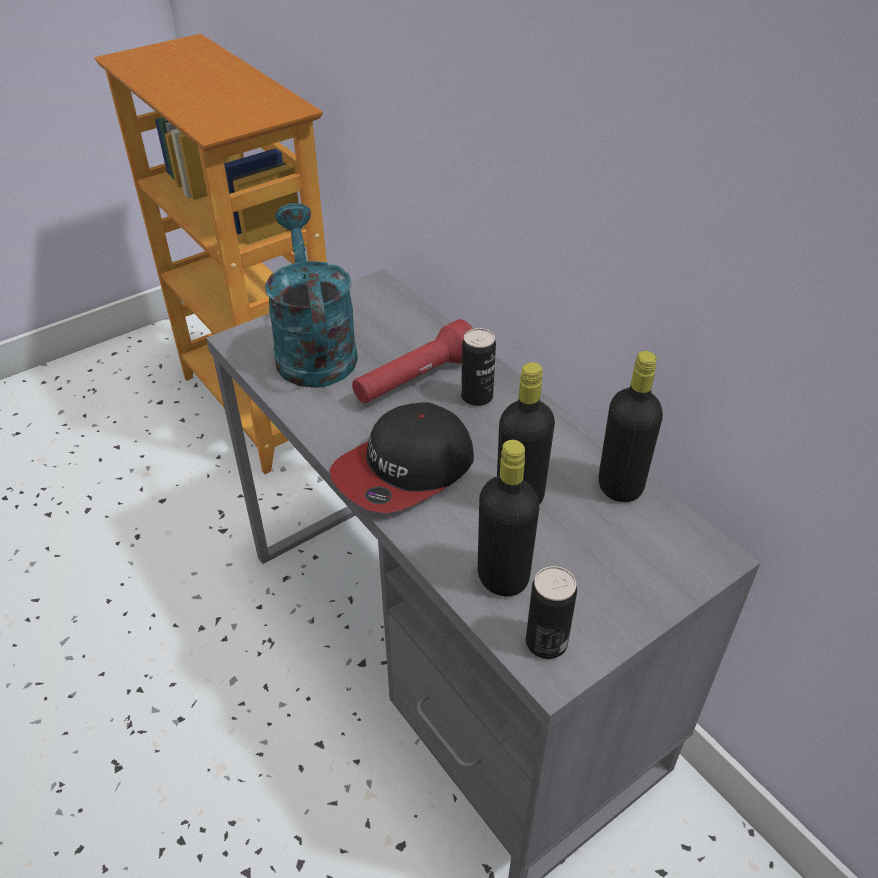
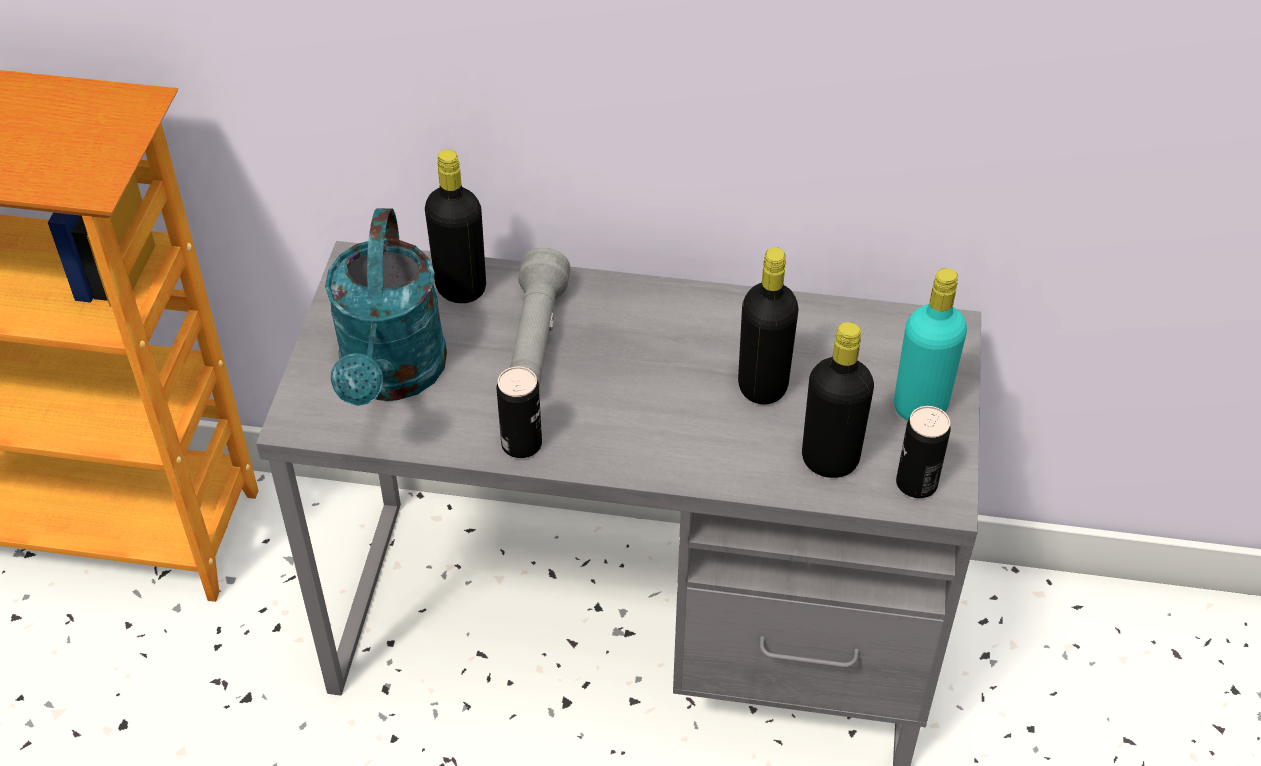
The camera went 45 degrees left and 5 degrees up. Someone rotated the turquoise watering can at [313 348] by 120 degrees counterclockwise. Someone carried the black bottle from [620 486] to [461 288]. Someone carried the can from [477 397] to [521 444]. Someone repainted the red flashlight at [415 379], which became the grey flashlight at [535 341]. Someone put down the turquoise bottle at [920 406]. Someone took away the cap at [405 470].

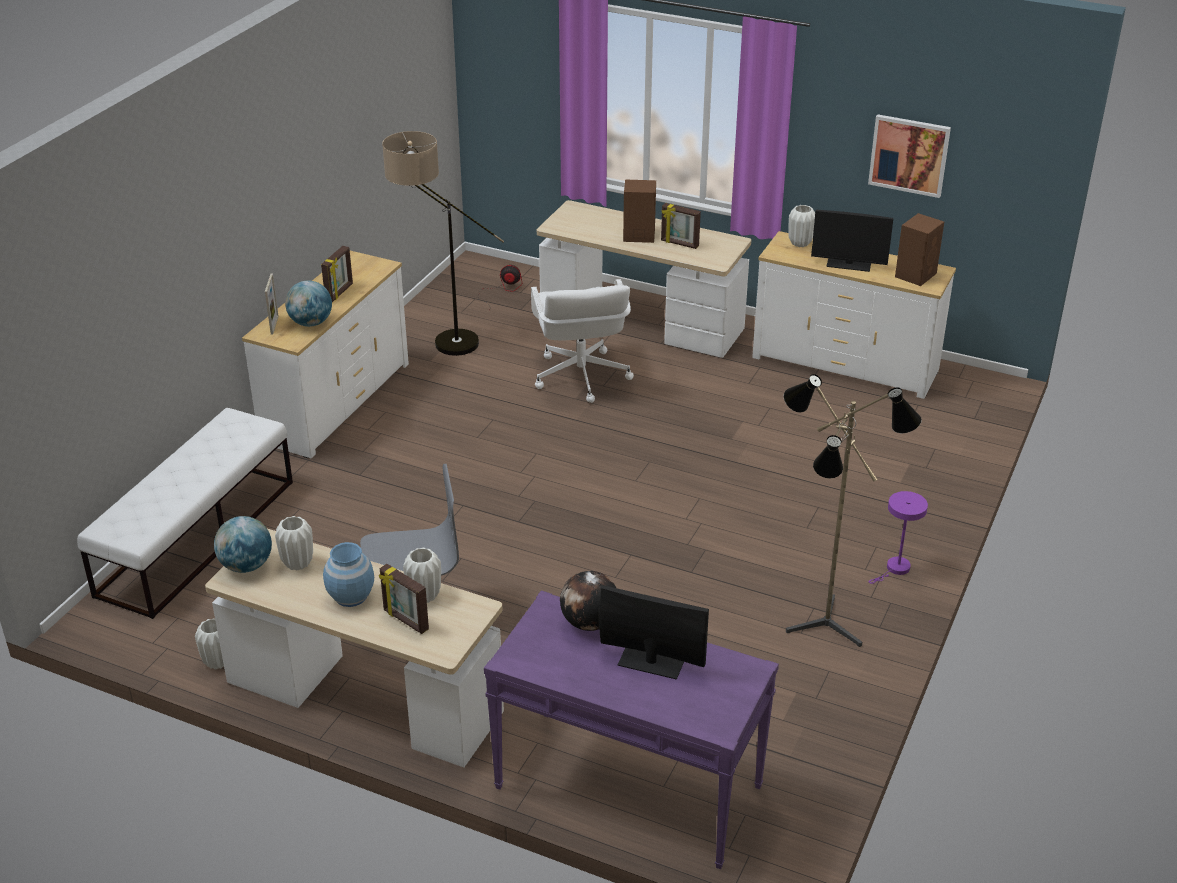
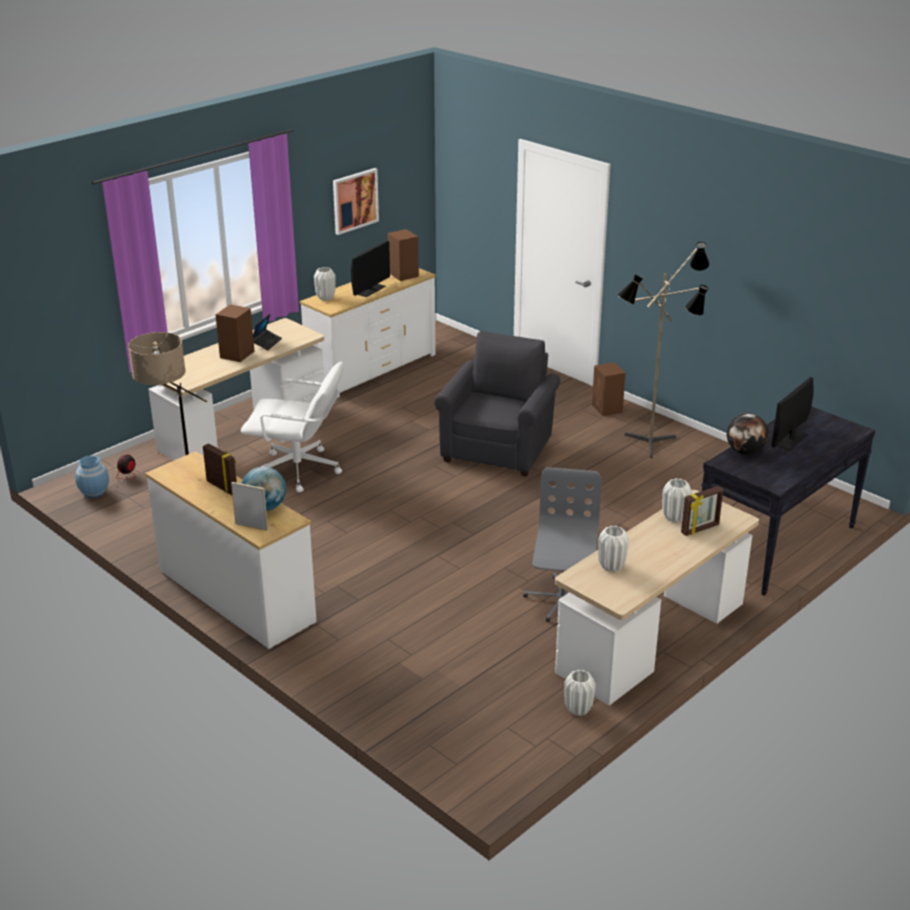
The camera went 70 degrees left and 5 degrees down. Someone carried the blue vase from [351 596] to [94 492]. Someone swapped the picture frame at [679 244] for the laptop at [266 343]. Someone put down the grey armchair at [499 448]. Someone swapped the purple table lamp at [895 569] for the brown speaker at [607 409]. Someone repainted the purple console table at [627 787], which became the black console table at [776 544]. Someone took away the white bench at [197 537]. Someone took away the globe at [246 566].

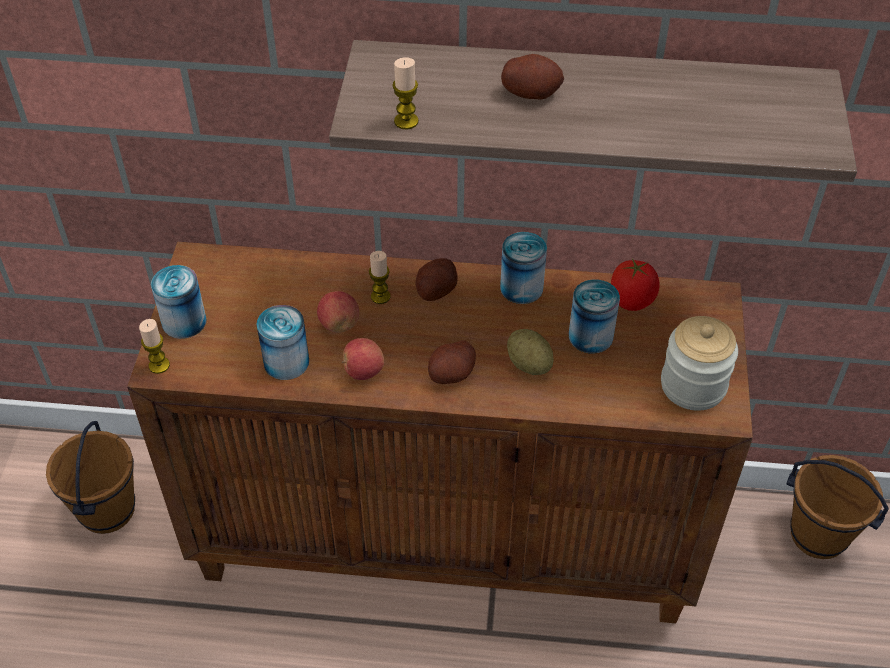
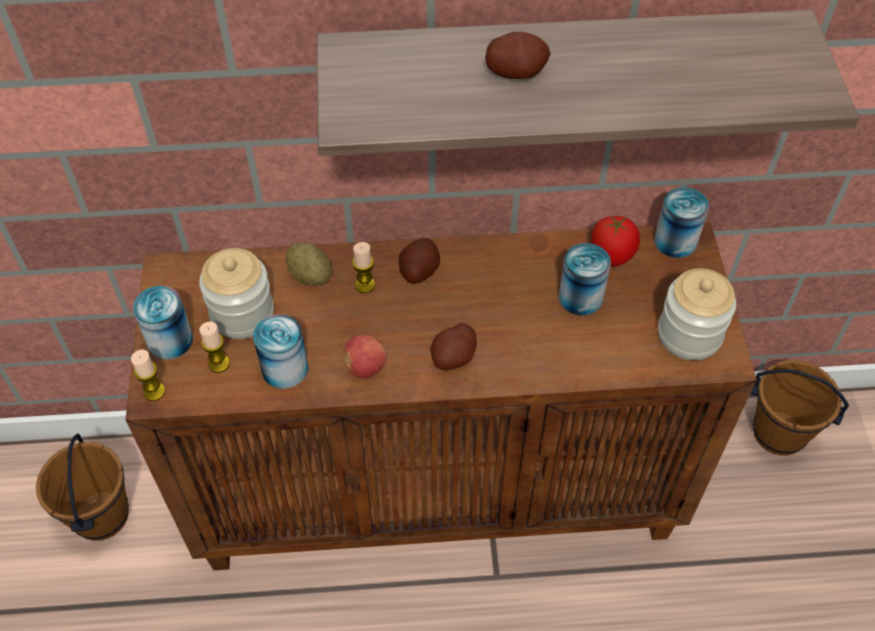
The camera went 10 degrees left and 5 degrees up. Someone put down the jar at [242 314]. Someone carried the candle from [406 121] to [219 363]. Someone carried the potato from [529 364] to [310 275]. Someone carried the can from [521 287] to [675 241]. Someone took away the apple at [339 324].

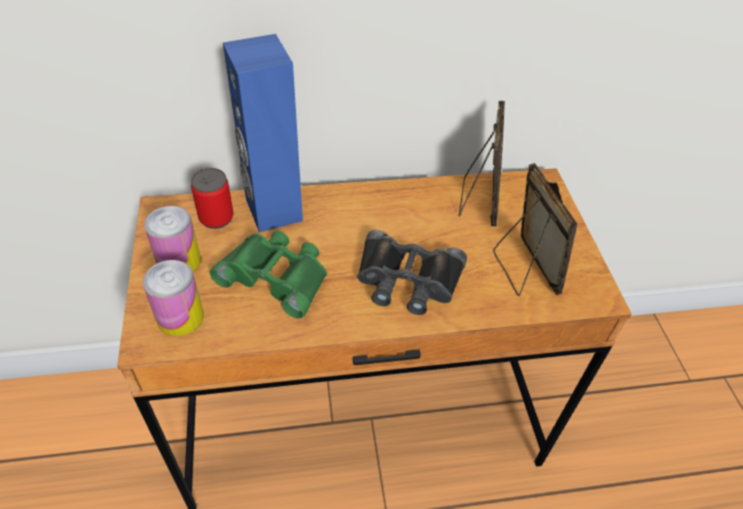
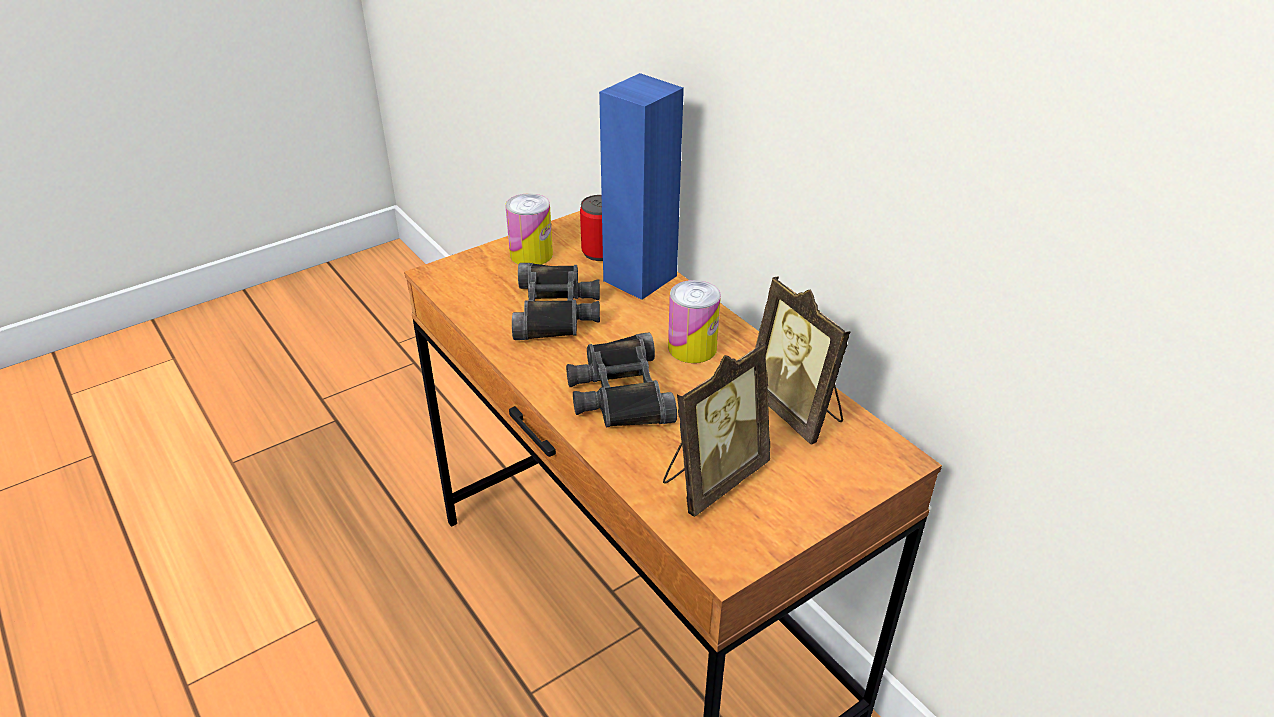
The camera went 65 degrees right and 10 degrees down. Someone repainted the green binoculars at [276 276], which became the black binoculars at [556 310]. Someone carried the can from [180 317] to [692 348]. Someone rotated the picture frame at [479 201] by 75 degrees clockwise.

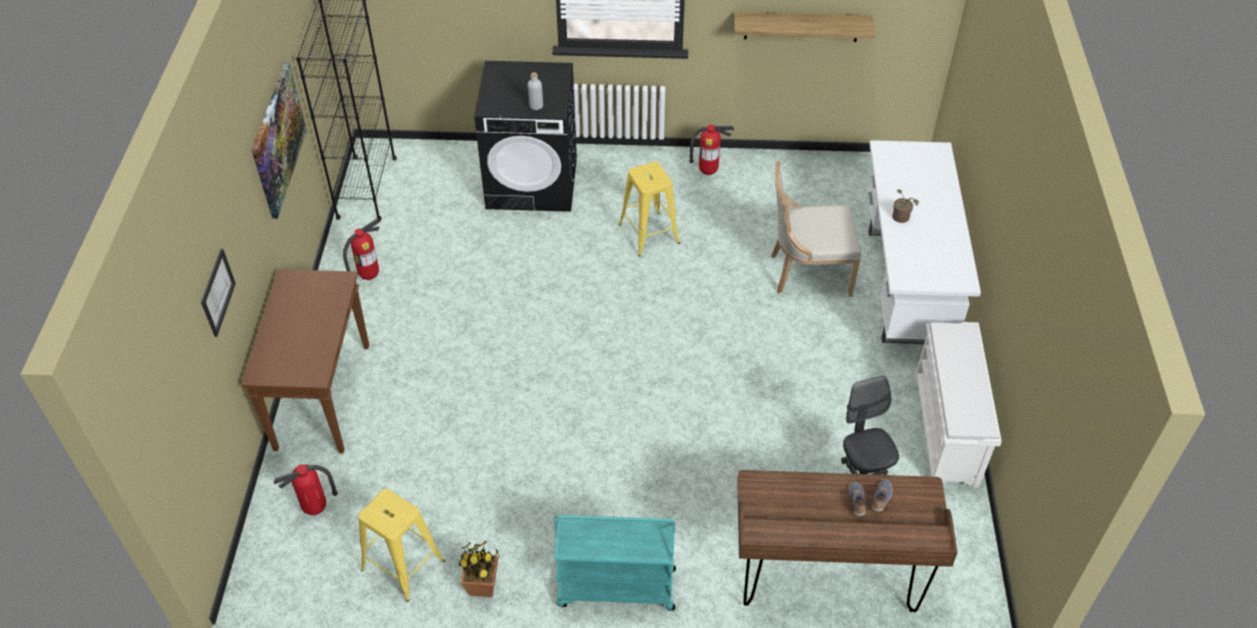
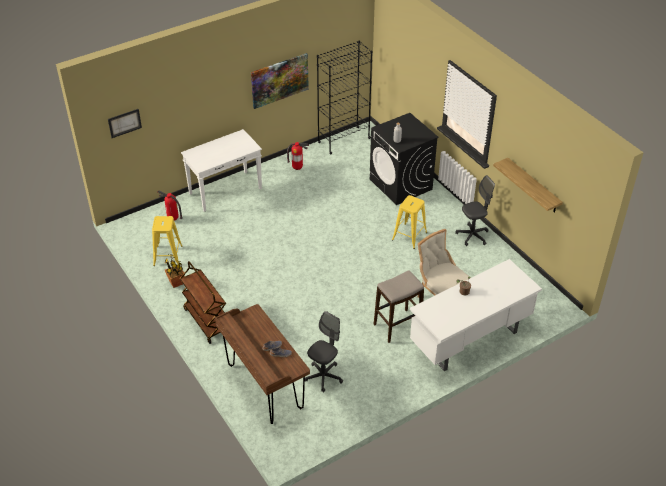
The camera went 55 degrees right and 5 degrees down. Someone carried the picture from [217 292] to [124 123]. Someone repainted the turquoise cart at [615 588], which became the brown cart at [206 321]. Someone repainted the brown console table at [322 395], which became the white console table at [226 191]. Someone put down the stool at [398 326]. Someone swapped the fire extinguisher at [708 171] for the grey office chair at [472 236]. Someone took away the white shoe rack at [946 431].

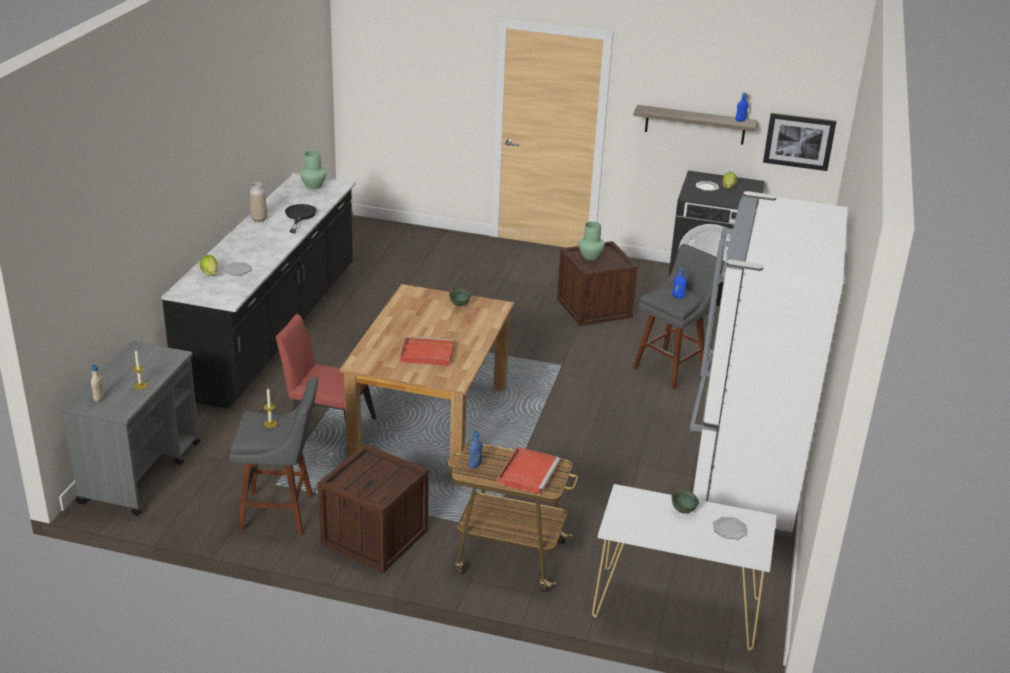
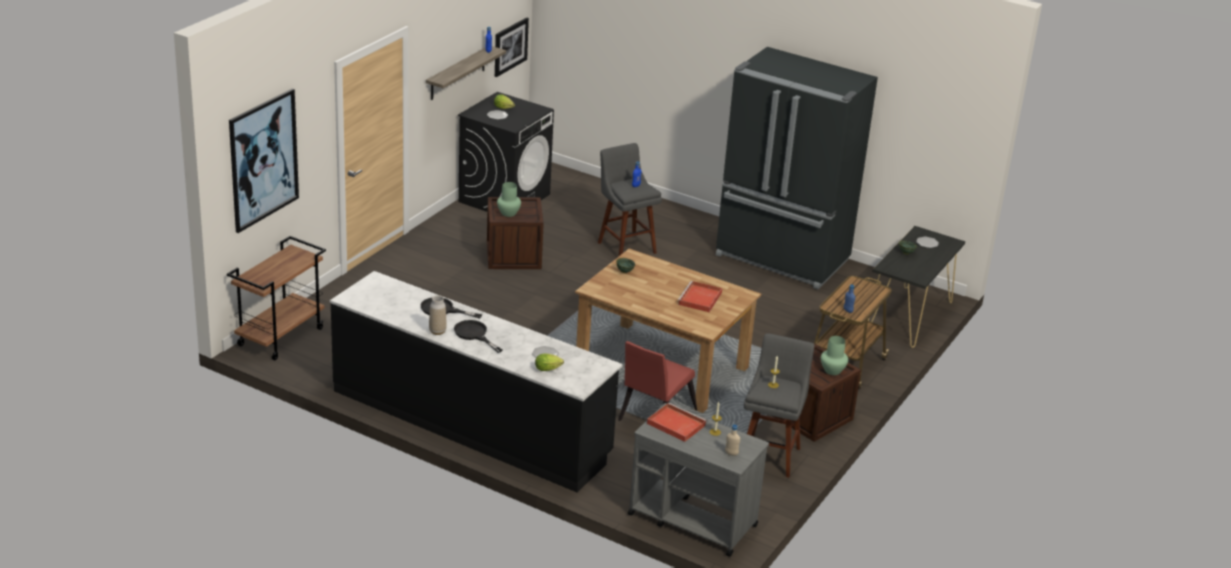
The camera went 75 degrees left and 0 degrees up. Someone put down the brown cart at [280 336]. Someone put up the picture at [263 160]. Someone put down the black frying pan at [474 334]. Someone carried the red tray from [528 472] to [675 424]. Someone repainted the white fridge at [742 480], which became the black fridge at [781 259]. Someone carried the green vase from [314 186] to [832 370]. Someone repainted the white console table at [675 608], which became the black console table at [909 317].

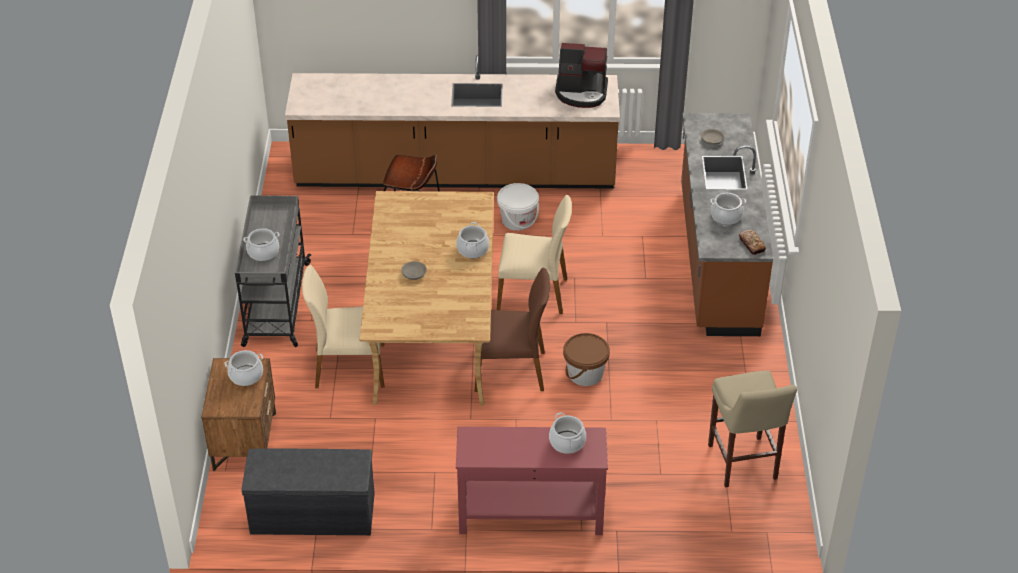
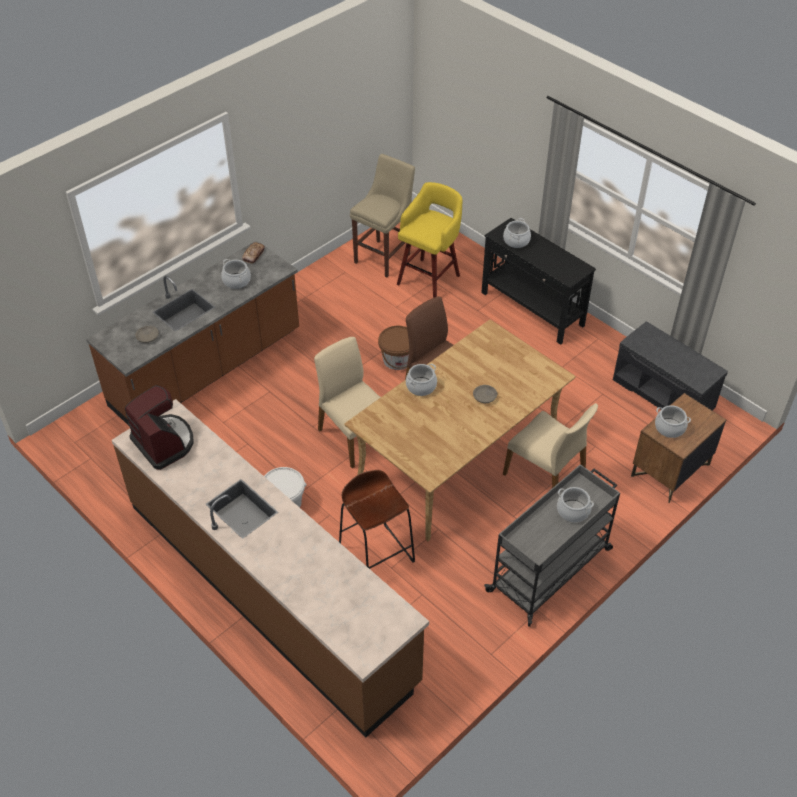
The camera went 135 degrees left and 5 degrees up. Someone put down the yellow stool at [429 279]. Someone repainted the red console table at [530 514], which became the black console table at [532 309].

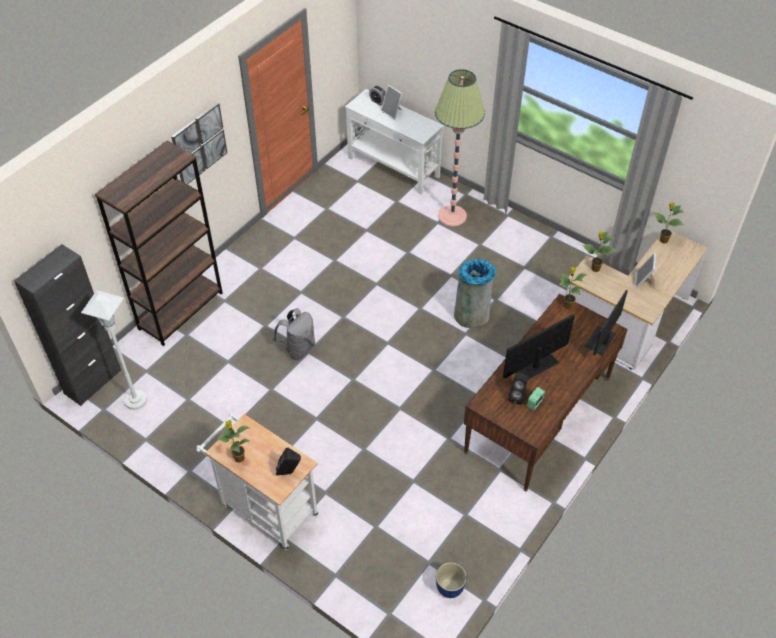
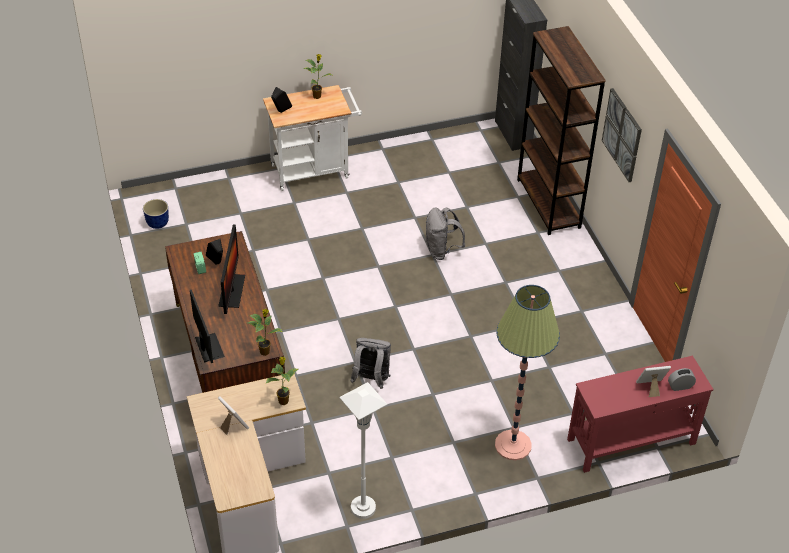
The camera went 125 degrees right and 5 degrees down. Someone carried the white floor lamp from [135 400] to [363 508]. Someone swapped the grey trash can at [472 315] for the grey backpack at [371 379]. Someone repainted the white console table at [393 167], which became the red console table at [630 441]. Someone took away the potted plant at [663 240].

